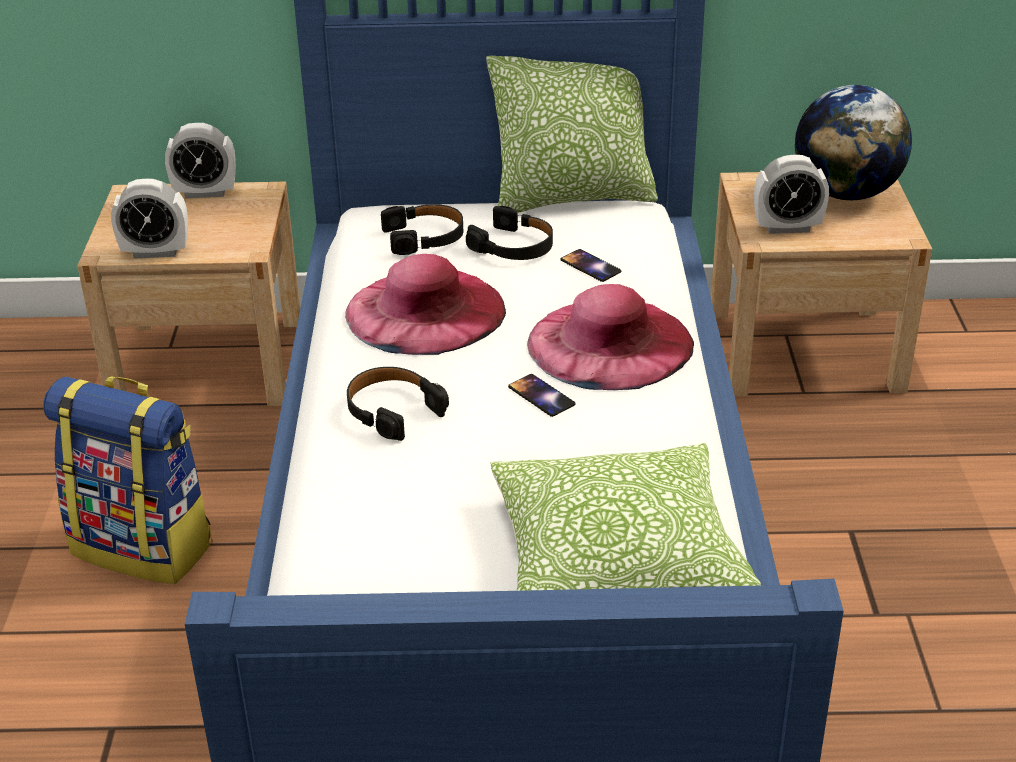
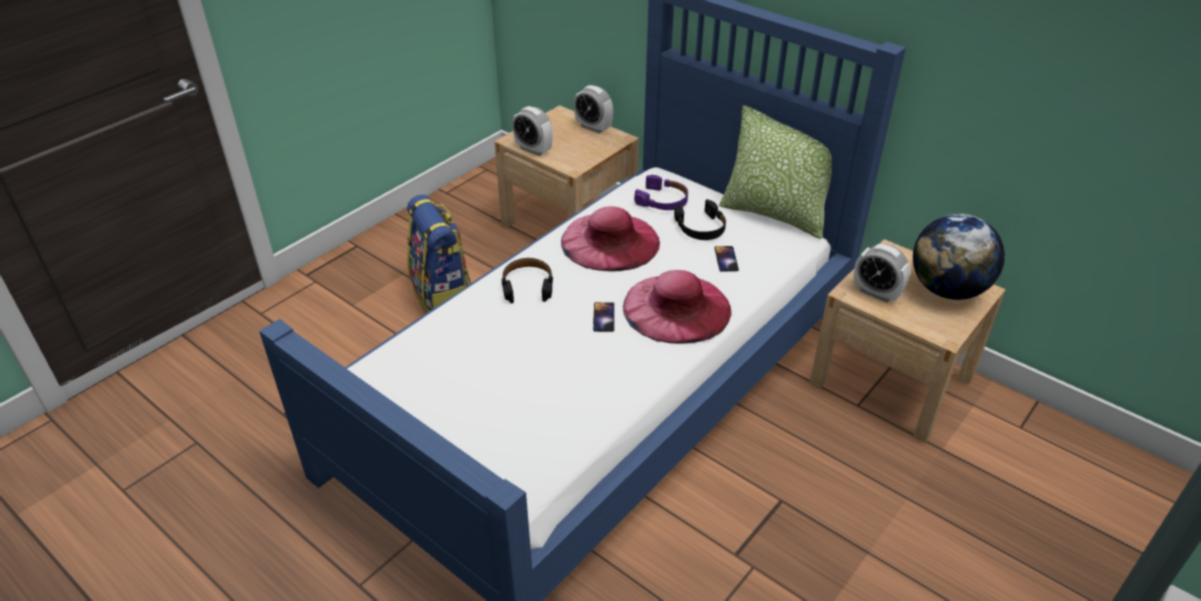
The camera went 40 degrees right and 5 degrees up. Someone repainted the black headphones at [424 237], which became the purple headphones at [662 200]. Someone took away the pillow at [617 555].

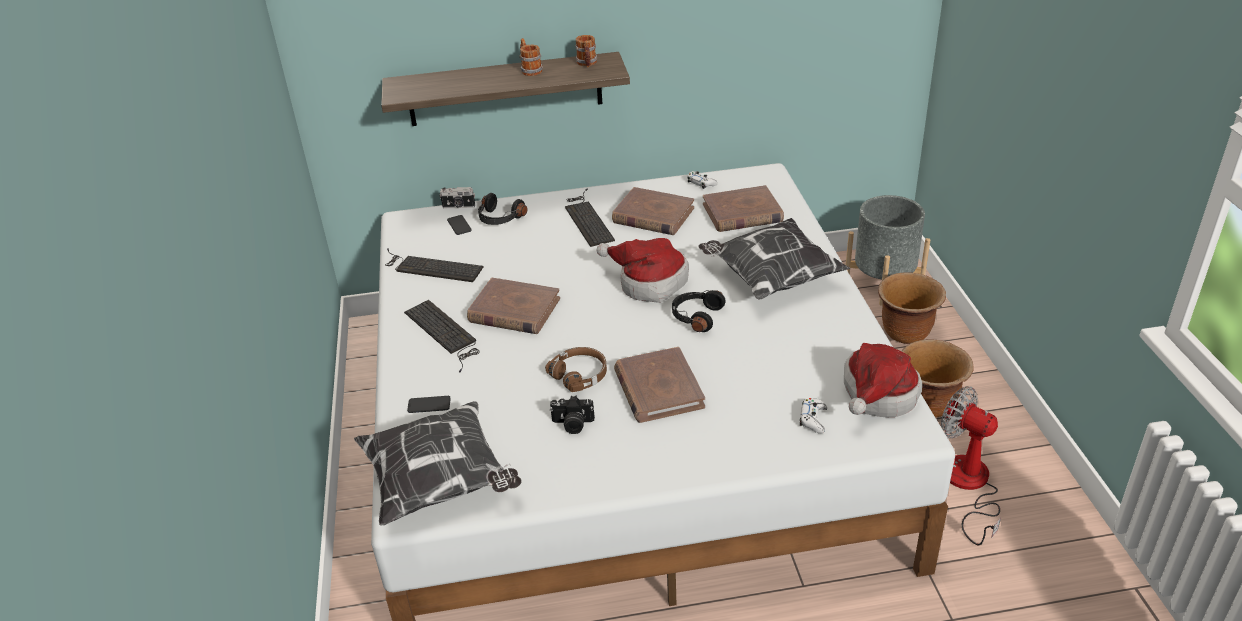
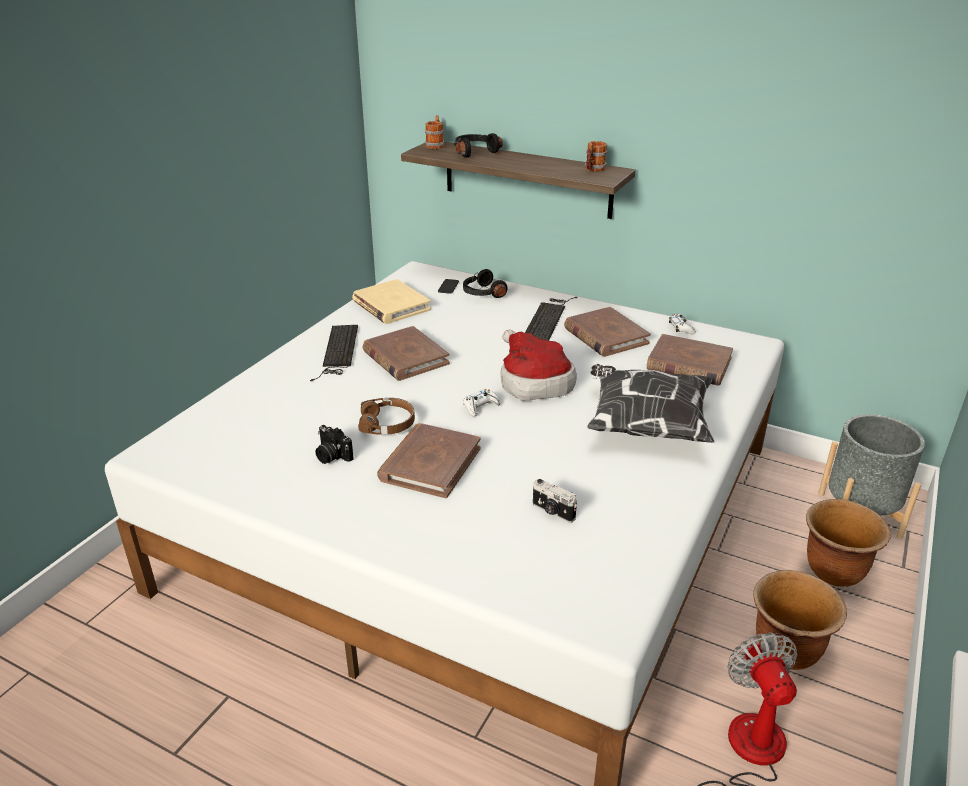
The camera went 35 degrees right and 5 degrees down. Someone swapped the keyboard at [430 267] for the beige book at [391 305]. Someone carried the mug from [530 70] to [435 145]. Someone carried the black headphones from [696 317] to [474 152]. Someone carried the white game controller from [813 419] to [480 406]. Someone carried the photo camera from [458 206] to [552 512]. Someone took away the pillow at [440 483]. Someone took away the phone at [429 405]. Someone took away the hat at [877 396].

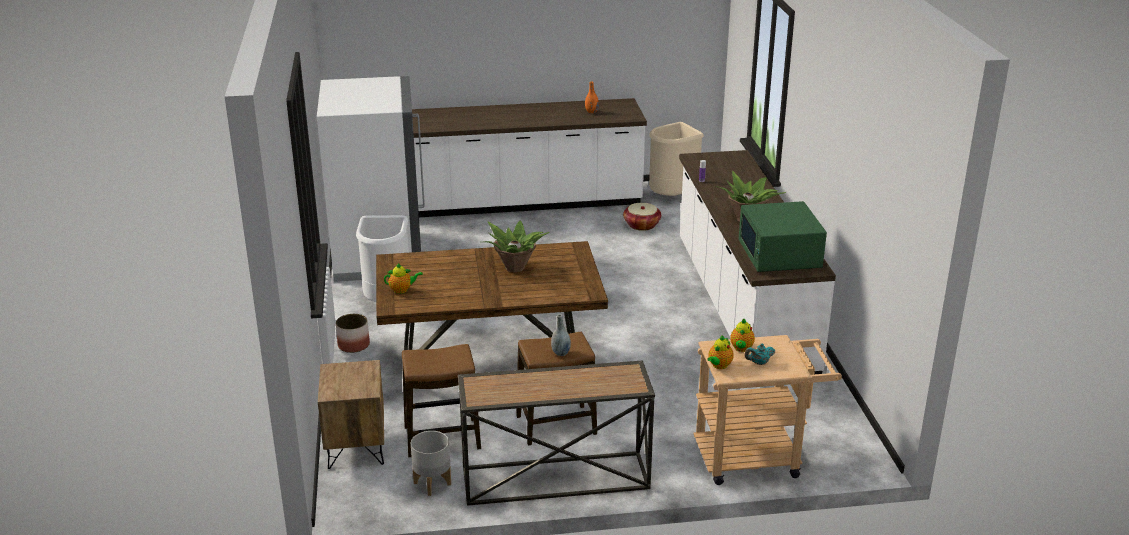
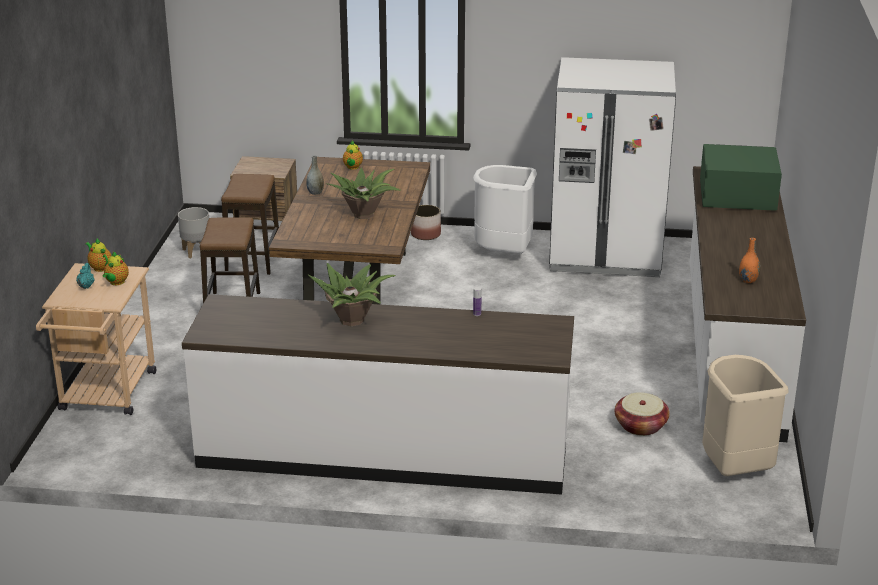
The camera went 105 degrees right and 0 degrees up. Someone rotated the teapot at [741 349] by 105 degrees counterclockwise. Someone carried the grey vase from [560 353] to [315 193]. Someone carried the green microwave from [779 255] to [736 196]. Someone took away the console table at [555 479].

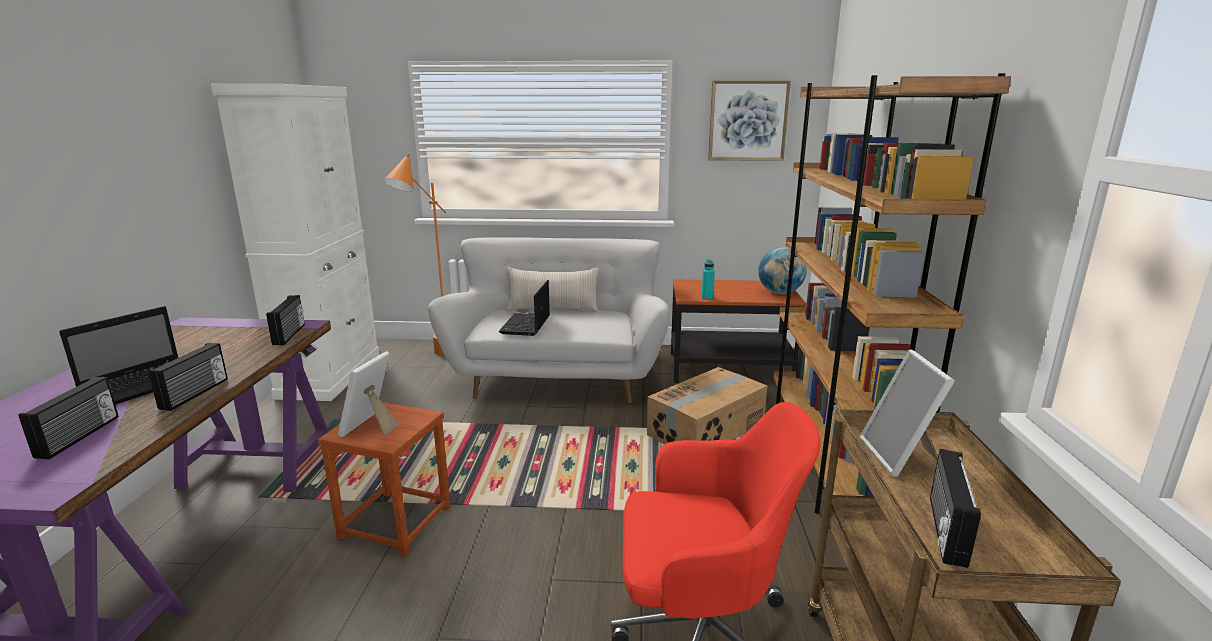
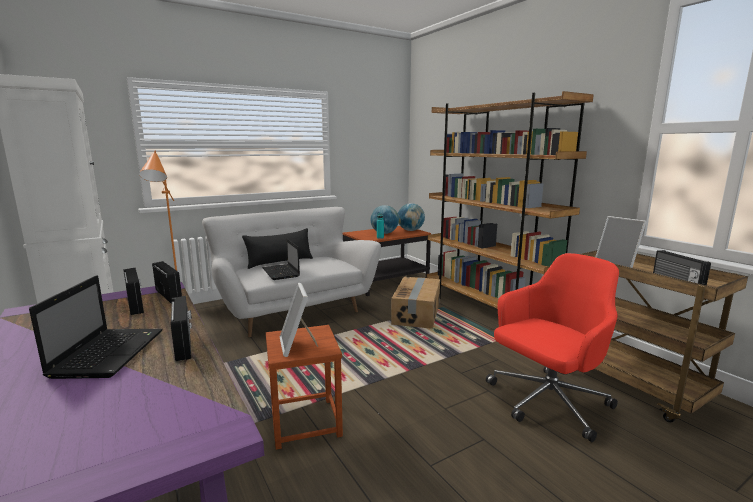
The camera went 35 degrees left and 5 degrees down. Someone carried the radio from [80 436] to [136 304]. Someone repainted the beige pillow at [552 309], which became the black pillow at [280 262]. Someone put down the globe at [384 233]. Someone took away the picture at [748 121].

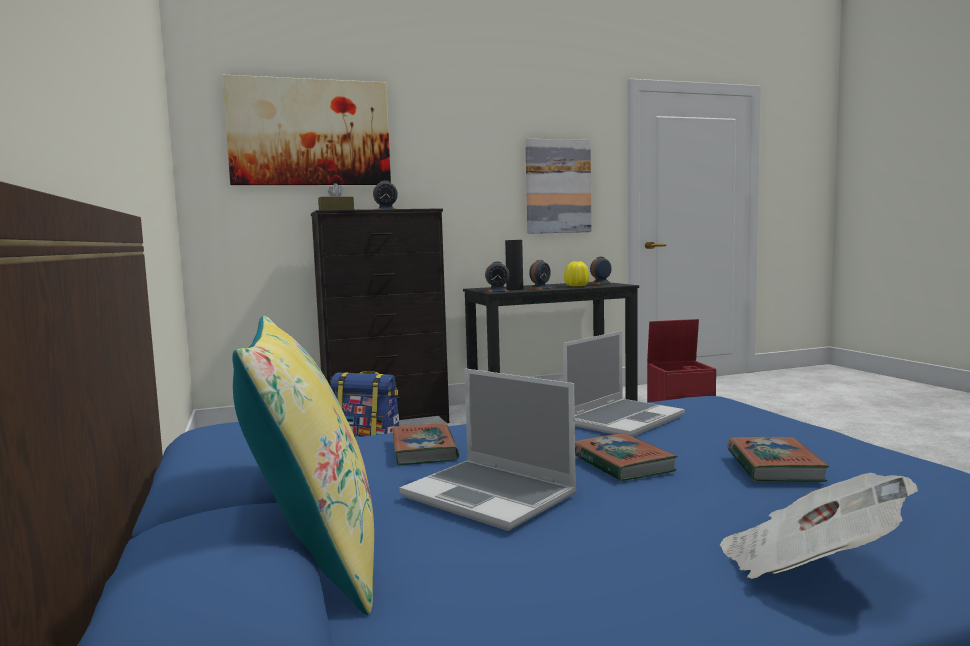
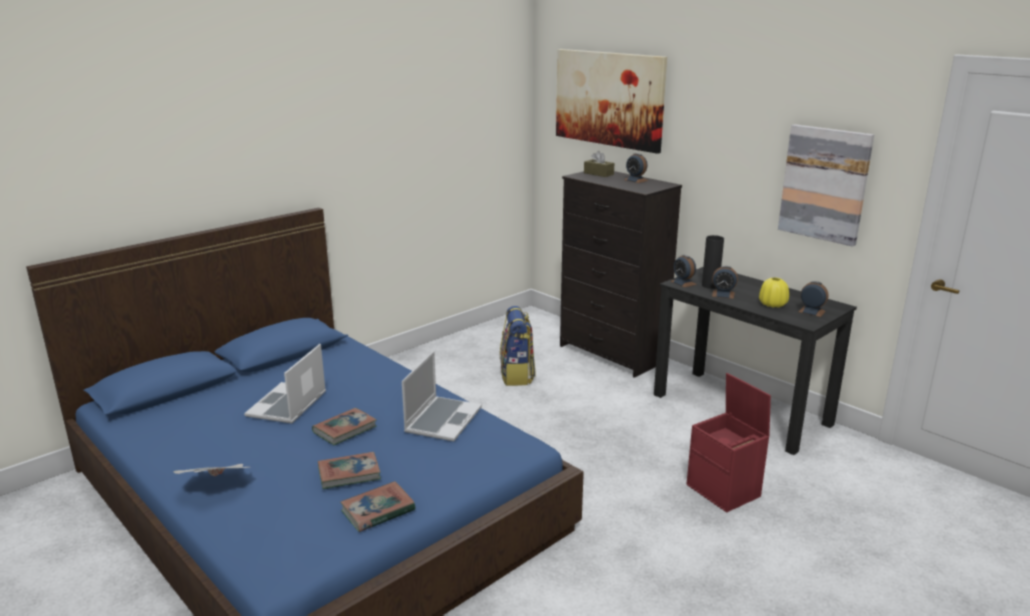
The camera went 65 degrees right and 15 degrees up. Someone carried the book from [424 450] to [378 511]. Someone rotated the laptop at [623 419] by 90 degrees counterclockwise. Someone took away the yellow pillow at [315 555].

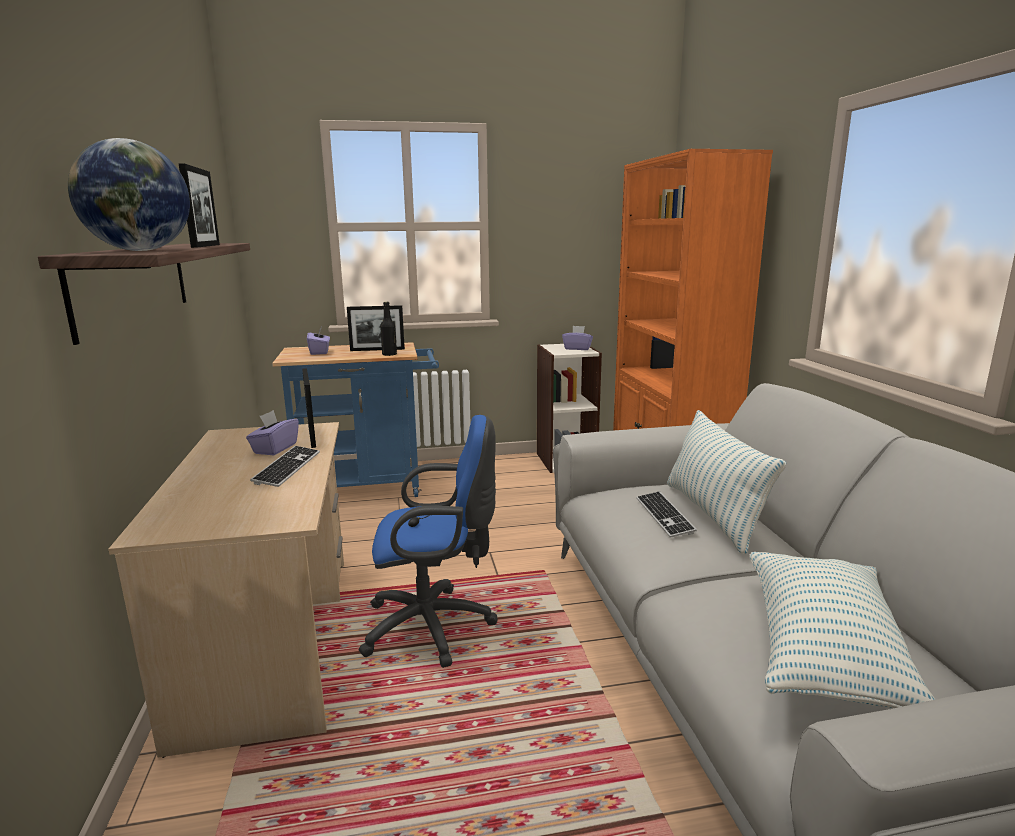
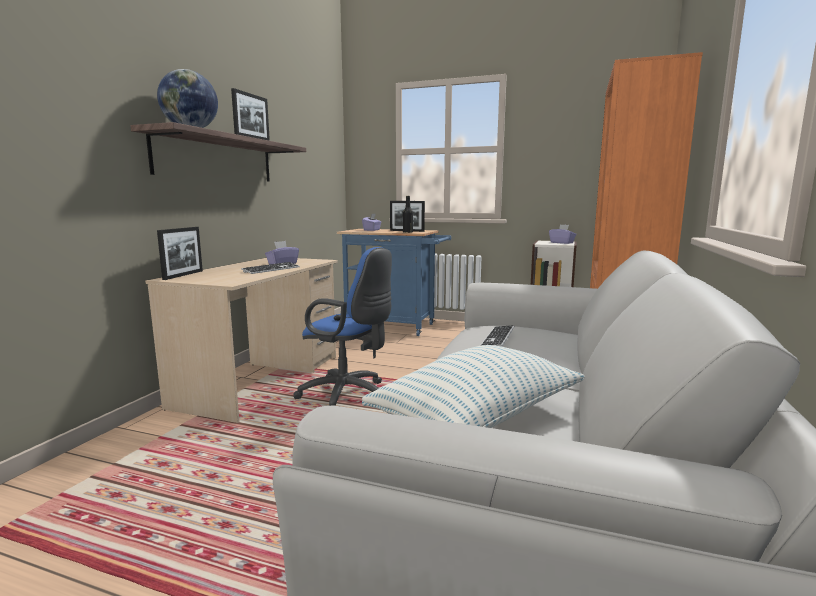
The camera went 30 degrees right and 5 degrees down. Someone carried the picture frame from [312 435] to [183 275]. Someone took away the pillow at [713 514].

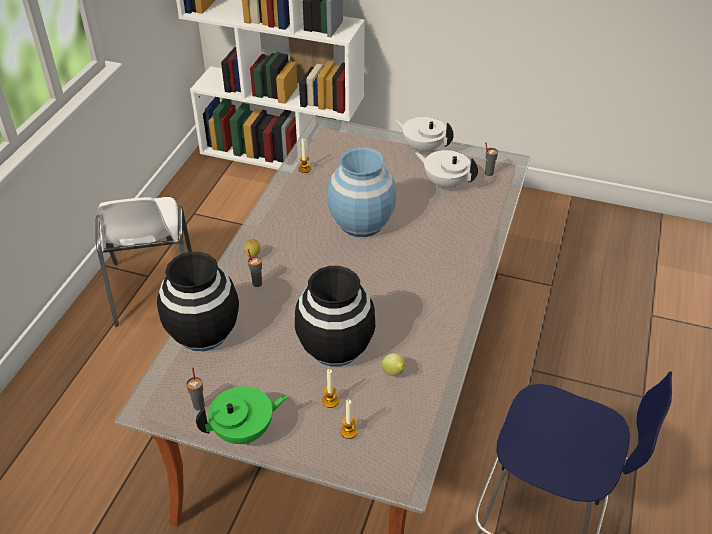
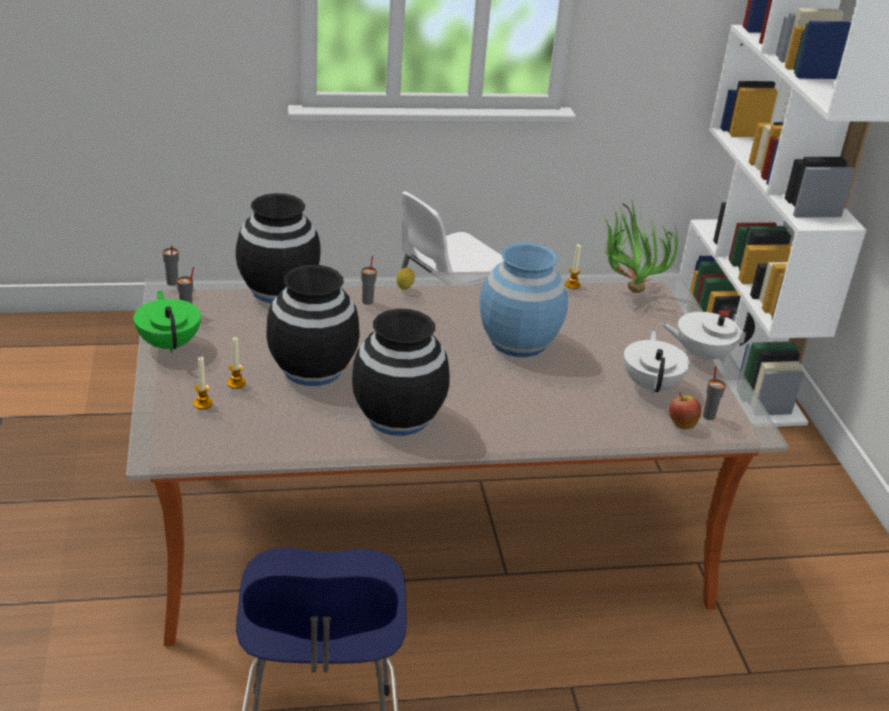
The camera went 60 degrees right and 10 degrees down. Someone rotated the green teapot at [244 431] by 150 degrees counterclockwise. Someone put down the grey cup at [172 283]. Someone put down the black vase at [398 417]. Someone put down the potted plant at [625 290]. Someone rotated the white teapot at [422 148] by 90 degrees counterclockwise. Someone put down the apple at [681 424]. Someone took away the lemon at [394 373].

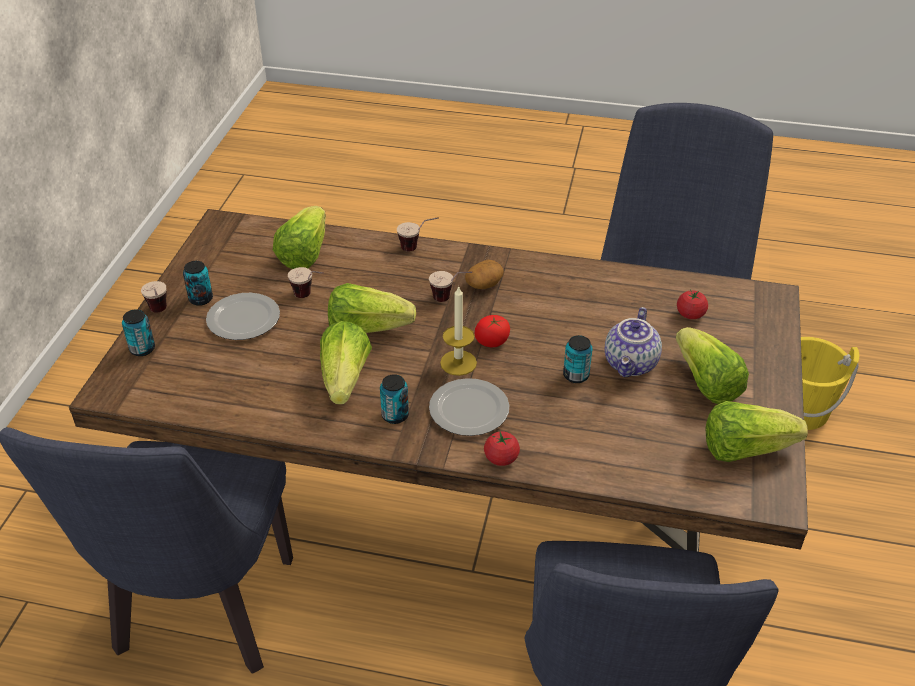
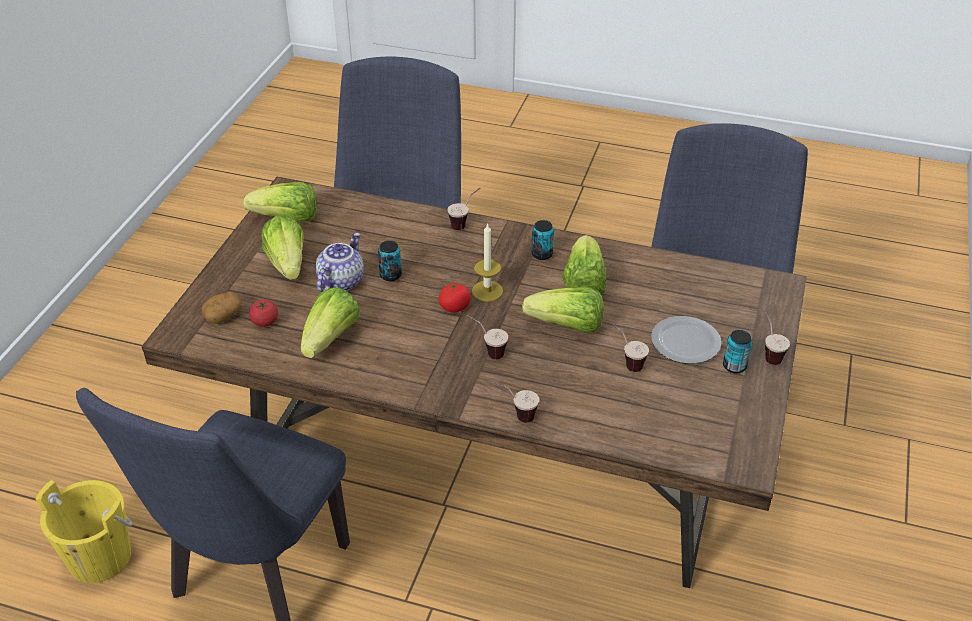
The camera went 175 degrees left and 0 degrees up. Someone carried the potato from [484 284] to [223 315]. Someone carried the lettuce from [304 254] to [331 338]. Someone swapped the tomato at [501 458] for the cup at [465 223]. Someone took away the can at [142 349]. Someone took away the plate at [470 410].

